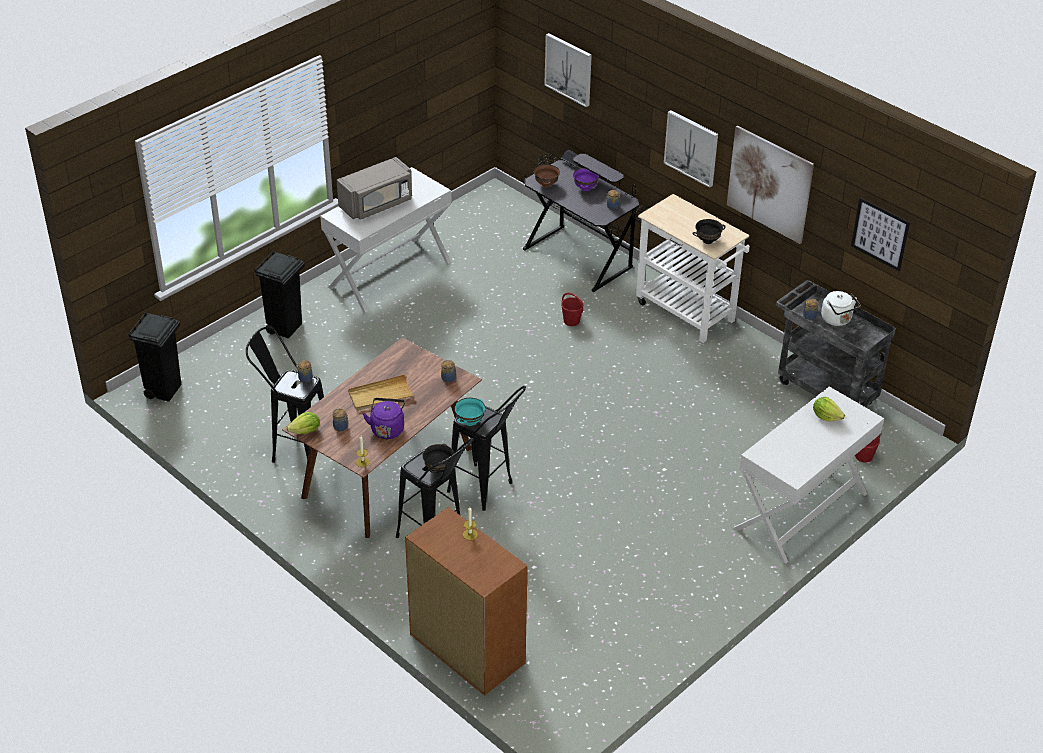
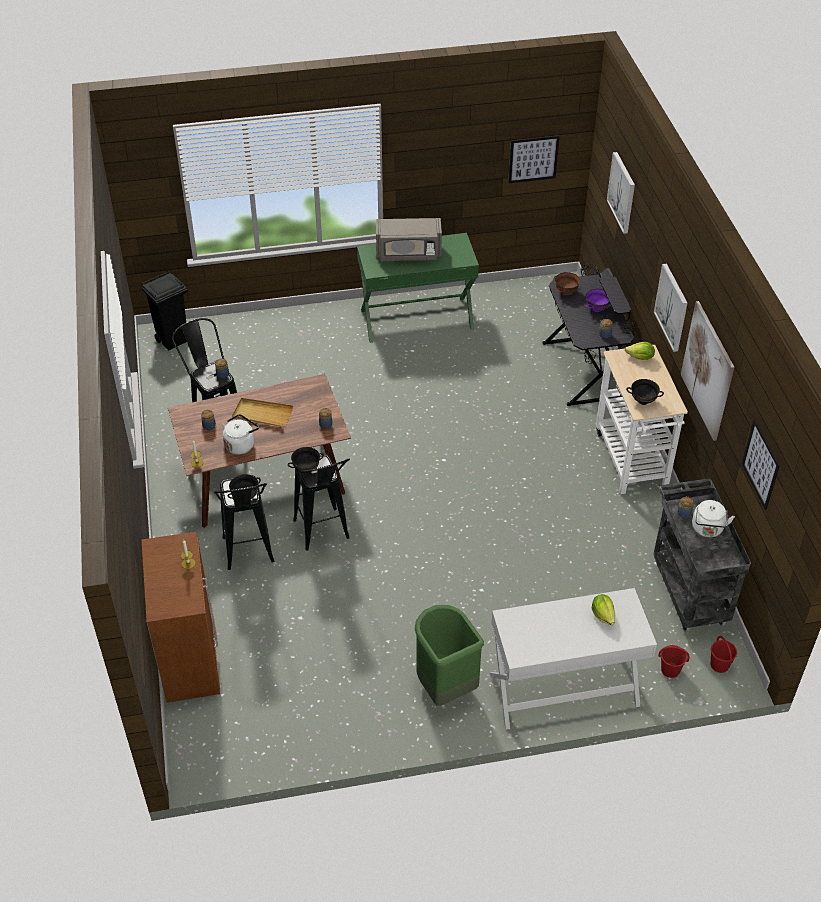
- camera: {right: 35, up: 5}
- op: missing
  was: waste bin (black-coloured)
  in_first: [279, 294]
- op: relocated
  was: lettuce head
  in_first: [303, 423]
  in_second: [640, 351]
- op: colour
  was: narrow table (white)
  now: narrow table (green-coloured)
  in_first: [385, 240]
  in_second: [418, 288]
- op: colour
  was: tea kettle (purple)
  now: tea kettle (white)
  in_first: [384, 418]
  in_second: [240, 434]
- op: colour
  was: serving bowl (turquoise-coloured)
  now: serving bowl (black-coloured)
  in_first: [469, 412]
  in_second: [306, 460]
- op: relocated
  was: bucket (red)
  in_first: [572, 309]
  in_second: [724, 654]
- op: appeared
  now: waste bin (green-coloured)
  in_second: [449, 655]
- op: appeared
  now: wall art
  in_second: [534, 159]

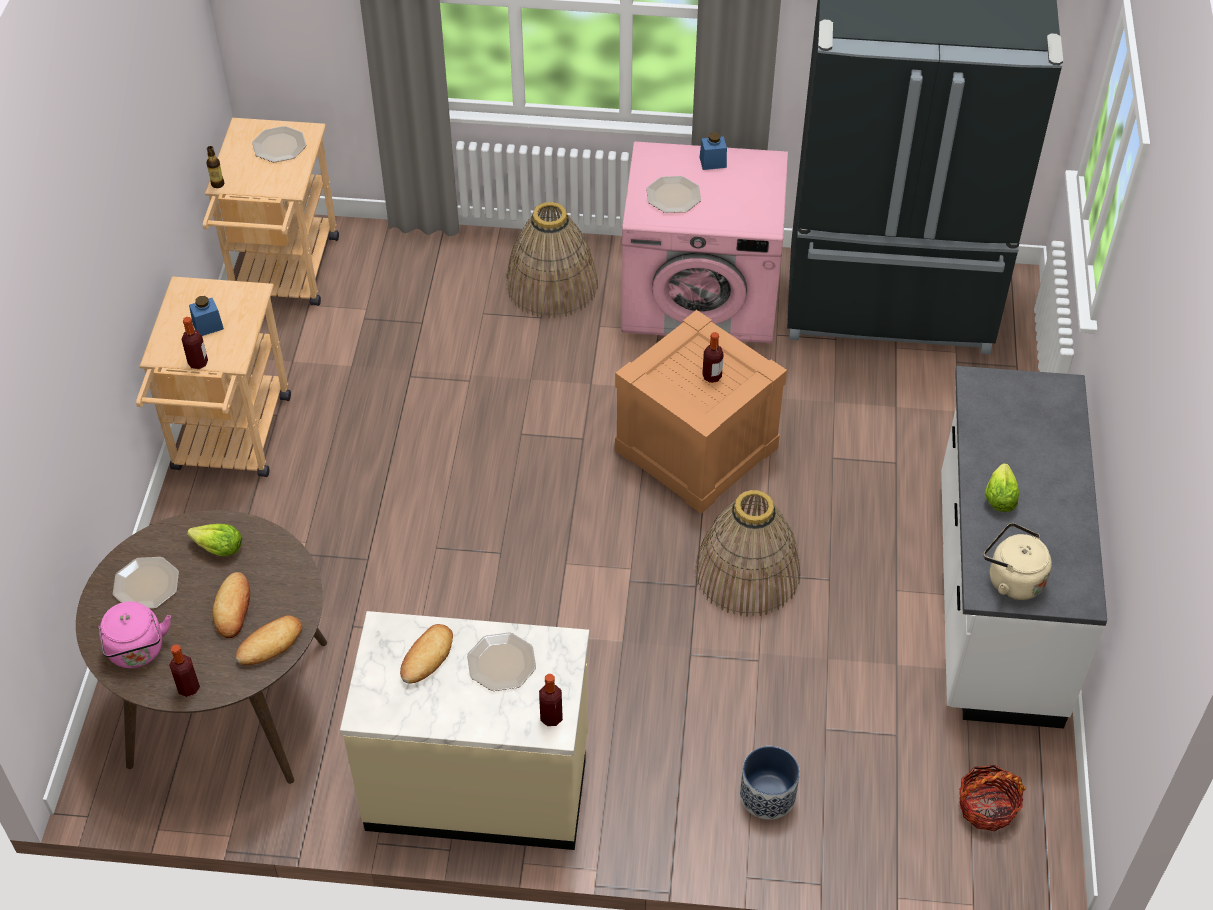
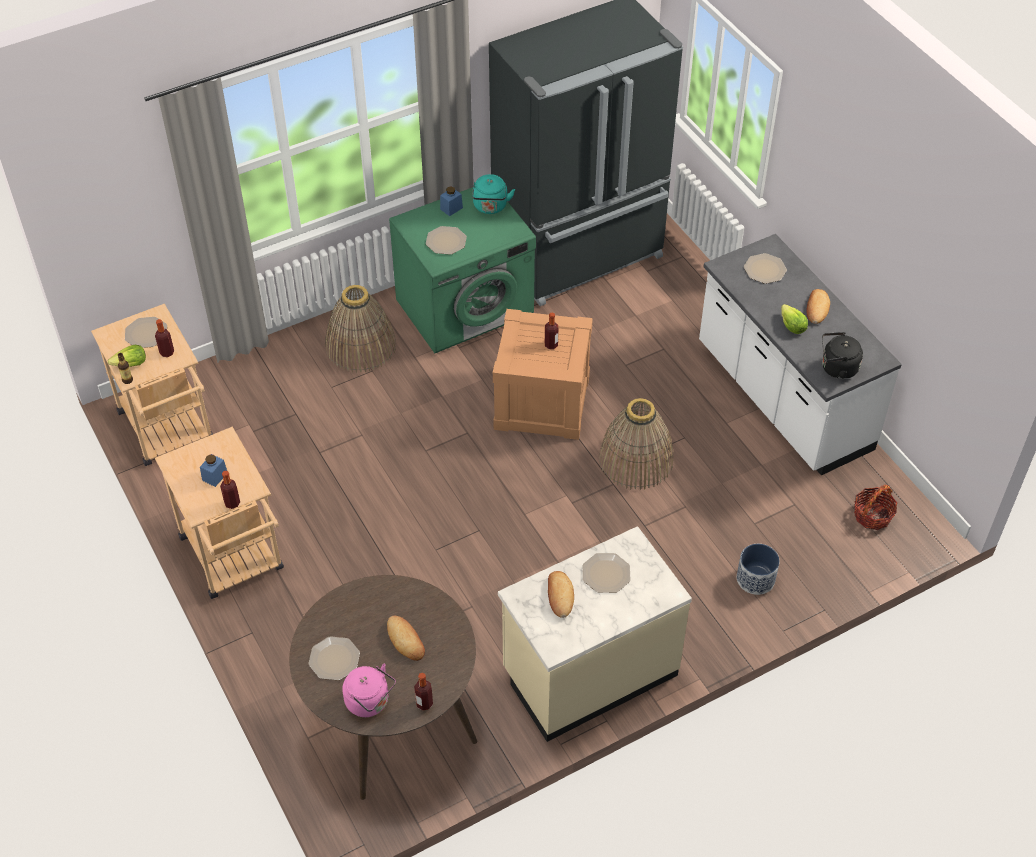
- camera: {right: -35, up: 0}
- op: relocated
  was: lettuce head
  in_first: [214, 540]
  in_second: [127, 356]
- op: relocated
  was: bakery bread
  in_first: [268, 640]
  in_second: [818, 306]
- op: relocated
  was: beverage bottle
  in_first: [551, 700]
  in_second: [164, 338]
- op: colour
  was: washing machine (pinkish)
  now: washing machine (green-coloured)
  in_first: [705, 242]
  in_second: [462, 270]
- op: colour
  was: tea kettle (sand-coloured)
  now: tea kettle (black-coloured)
  in_first: [1018, 561]
  in_second: [842, 355]
- op: appeared
  now: tea kettle (turquoise-coloured)
  in_second: [493, 194]
- op: appeared
  now: plate
  in_second: [765, 268]

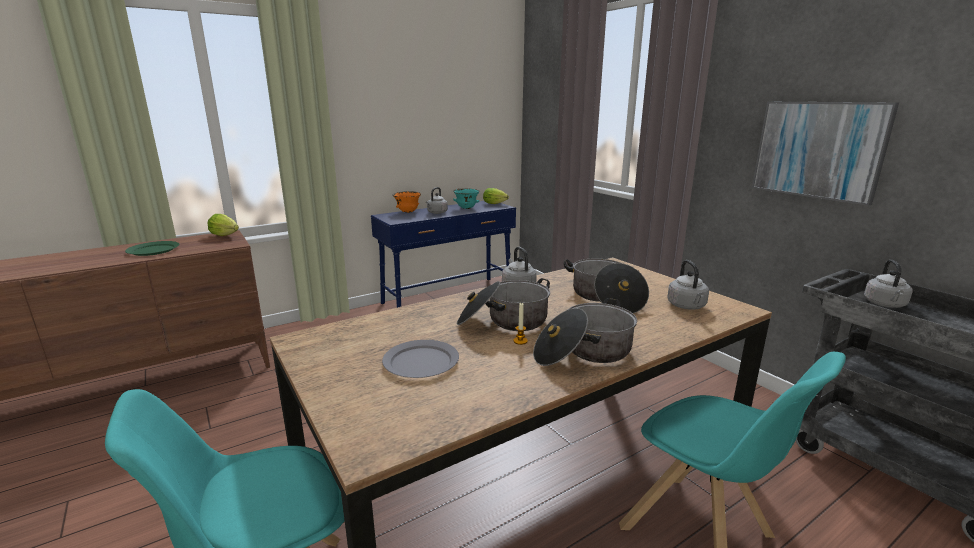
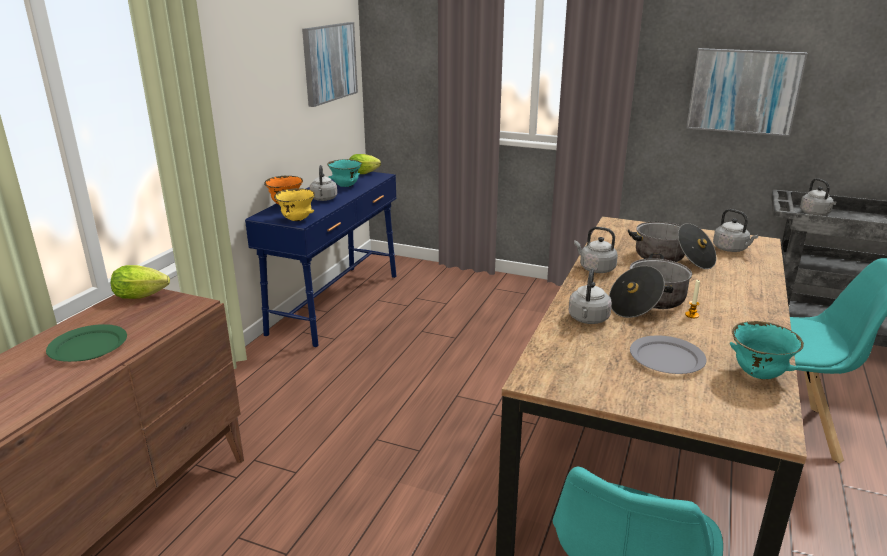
- camera: {right: -35, up: 5}
- op: missing
  was: stockpot
  in_first: [585, 332]
- op: appeared
  now: serving bowl (yellow)
  in_second: [294, 204]
- op: appeared
  now: wall art
  in_second: [330, 64]
- op: appeared
  now: tea kettle (gray)
  in_second: [590, 296]
- op: appeared
  now: serving bowl (turquoise-coloured)
  in_second: [767, 350]

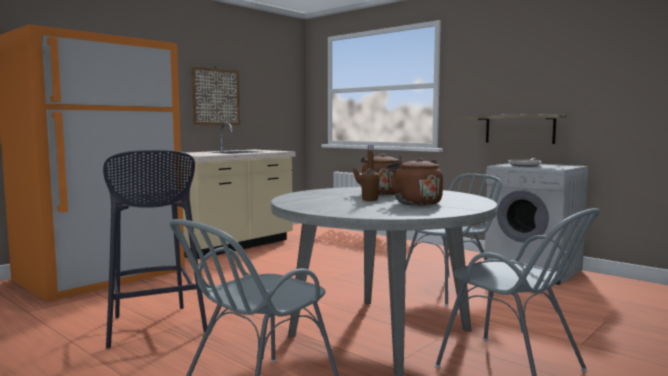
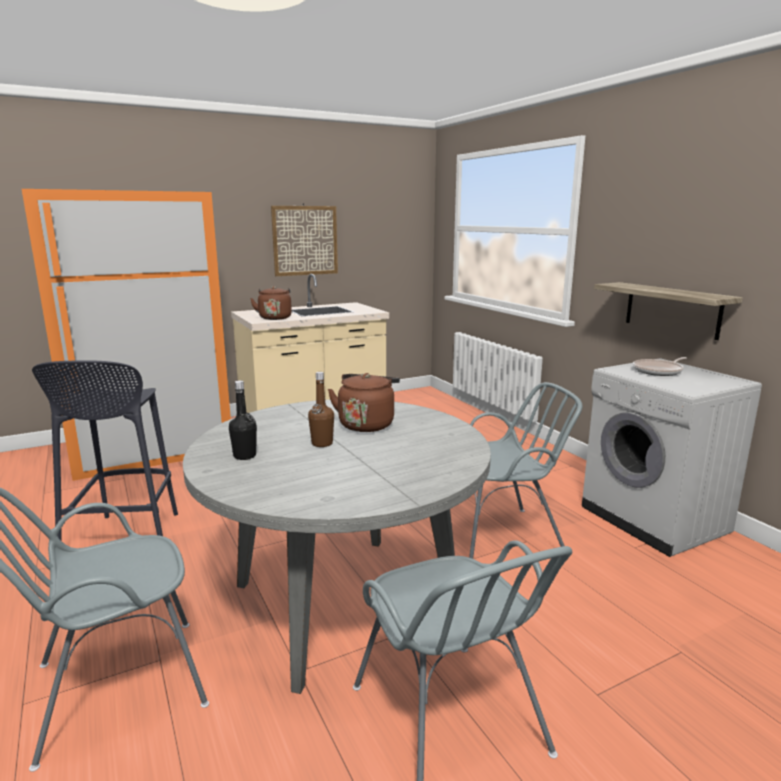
- camera: {right: 20, up: 10}
- op: relocated
  was: tea kettle (brown)
  in_first: [415, 182]
  in_second: [271, 303]
- op: appeared
  now: beverage bottle (black-coloured)
  in_second: [243, 420]

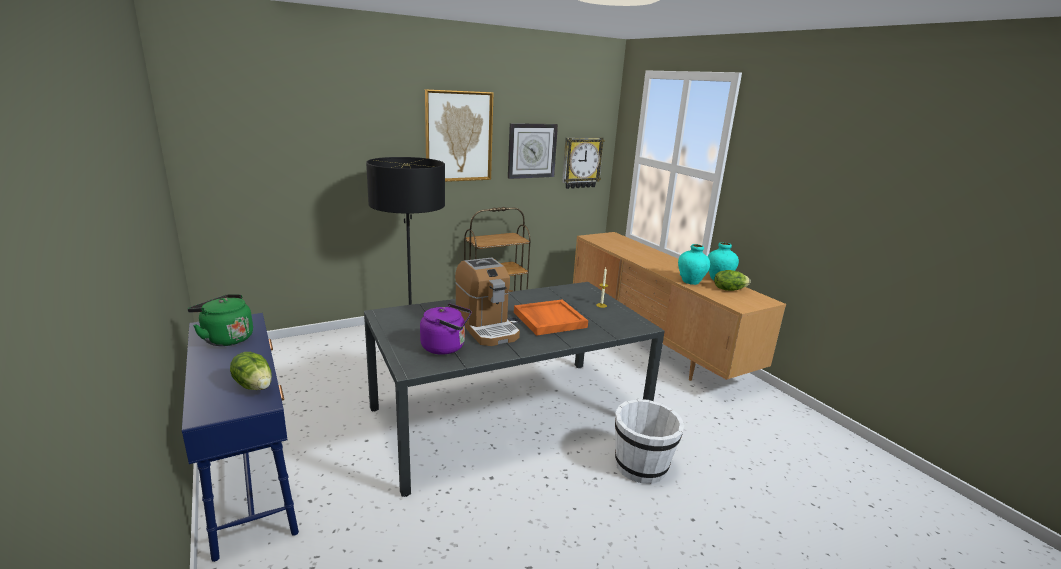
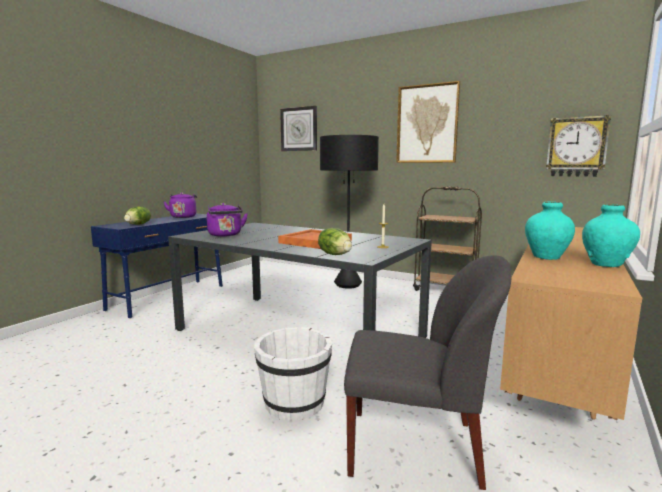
- camera: {right: 60, up: -10}
- op: colour
  was: tea kettle (green-coloured)
  now: tea kettle (purple)
  in_first: [220, 320]
  in_second: [180, 205]
- op: missing
  was: coffee maker
  in_first: [487, 302]
- op: relocated
  was: wall clock
  in_first: [533, 151]
  in_second: [298, 128]
- op: relocated
  was: lettuce head
  in_first: [732, 280]
  in_second: [335, 241]
- op: appeared
  now: chair (gray)
  in_second: [427, 372]

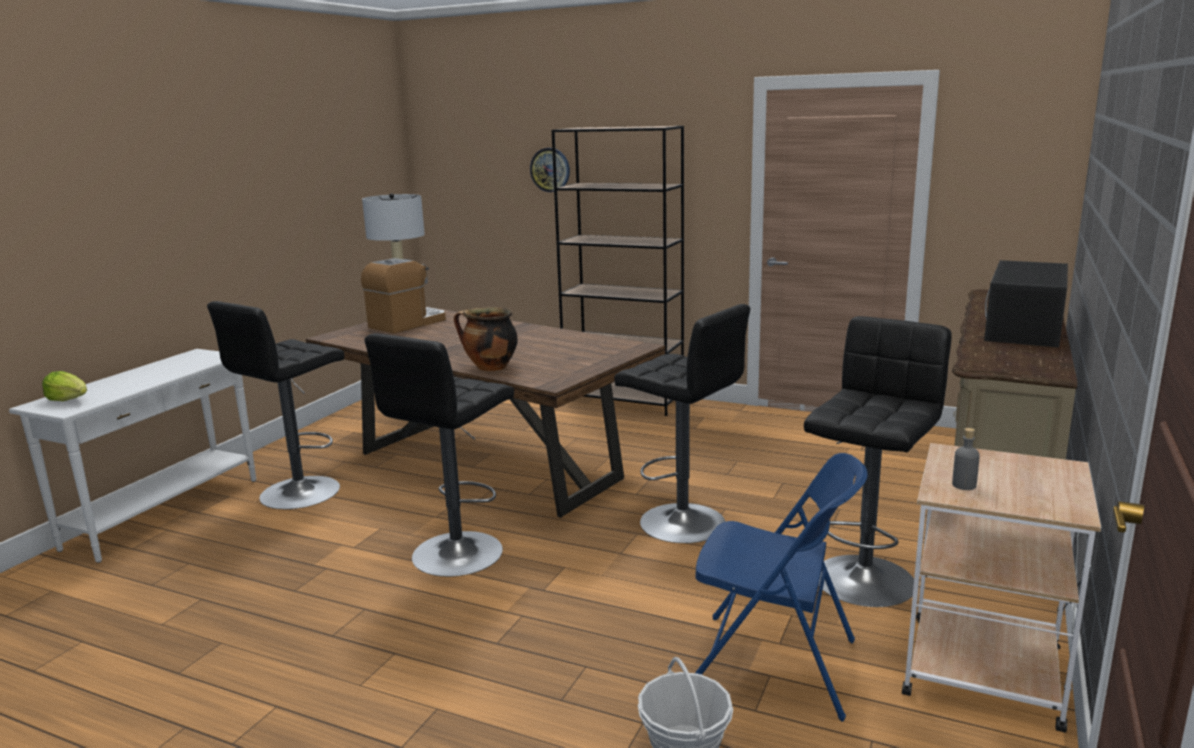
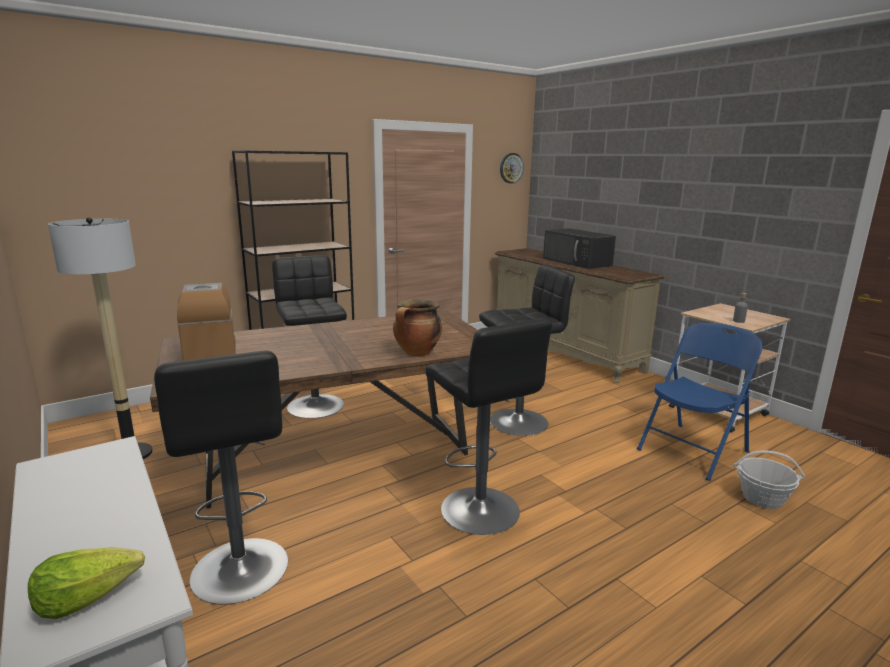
- camera: {right: -60, up: 0}
- op: relocated
  was: wall clock
  in_first: [550, 170]
  in_second: [512, 168]
- op: relocated
  was: sitting stool (black-coloured)
  in_first: [878, 461]
  in_second: [309, 336]

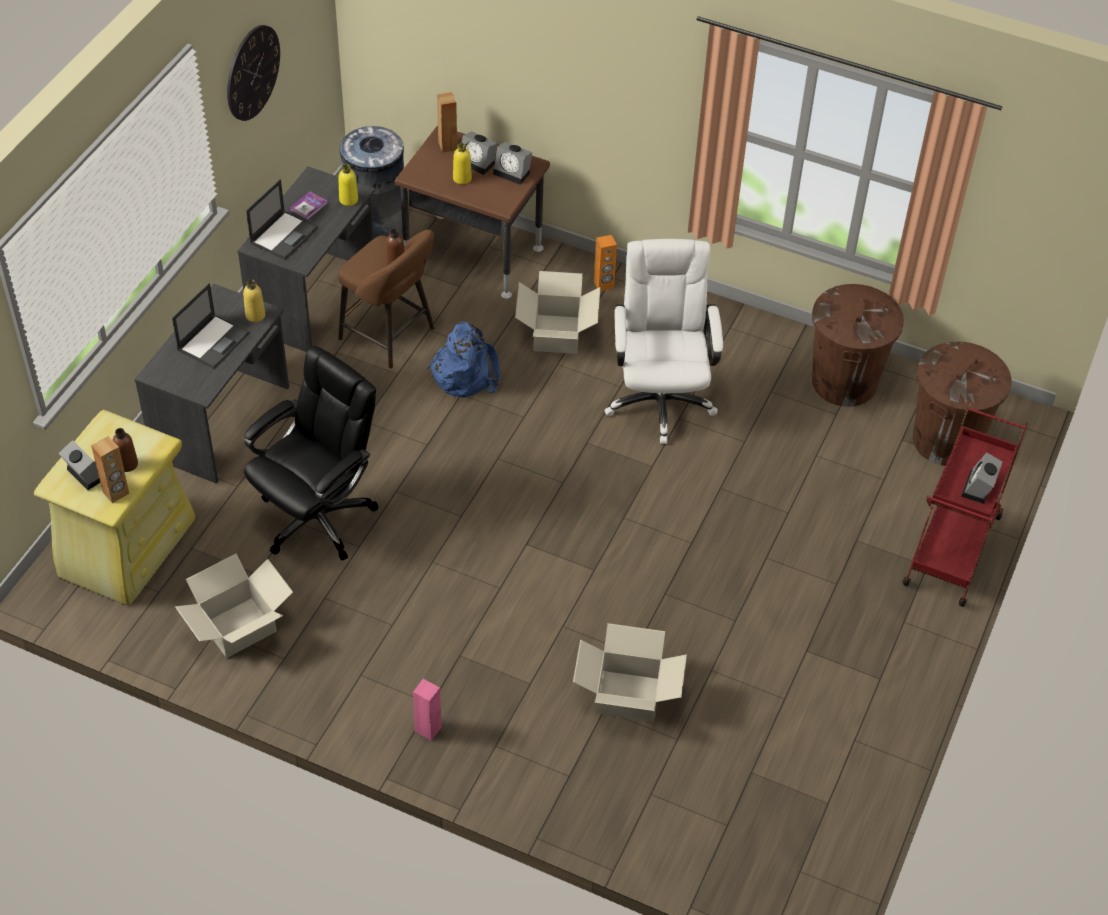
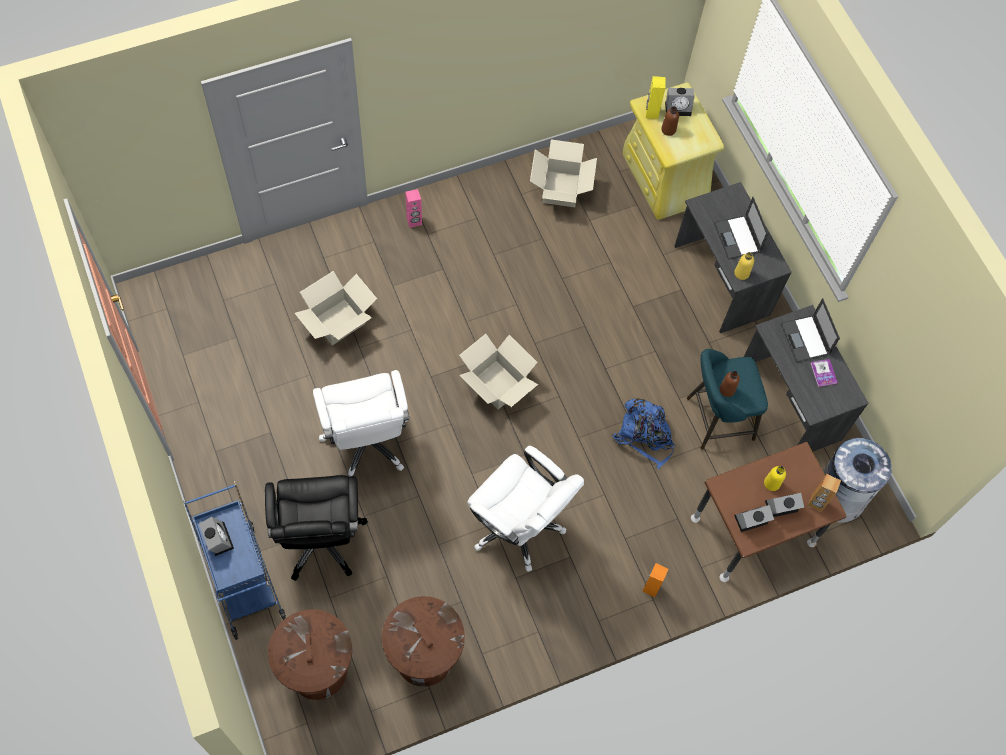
- camera: {right: 130, up: 15}
- op: colour
  was: loudspeaker (brown)
  now: loudspeaker (yellow)
  in_first: [110, 469]
  in_second: [656, 97]
- op: missing
  was: wall clock
  in_first: [253, 73]
- op: relocated
  was: desk chair (black-coloured)
  in_first: [311, 453]
  in_second: [316, 527]
- op: missing
  was: beverage bottle (yellow)
  in_first: [348, 185]
- op: colour
  was: sitting stool (brown)
  now: sitting stool (turquoise-coloured)
  in_first: [386, 298]
  in_second: [727, 399]
- op: relocated
  was: carton
  in_first: [557, 312]
  in_second: [498, 372]
- op: colour
  was: cart (red)
  now: cart (blue-coloured)
  in_first: [965, 505]
  in_second: [234, 560]
- op: appeared
  now: desk chair (white)
  in_second: [361, 423]

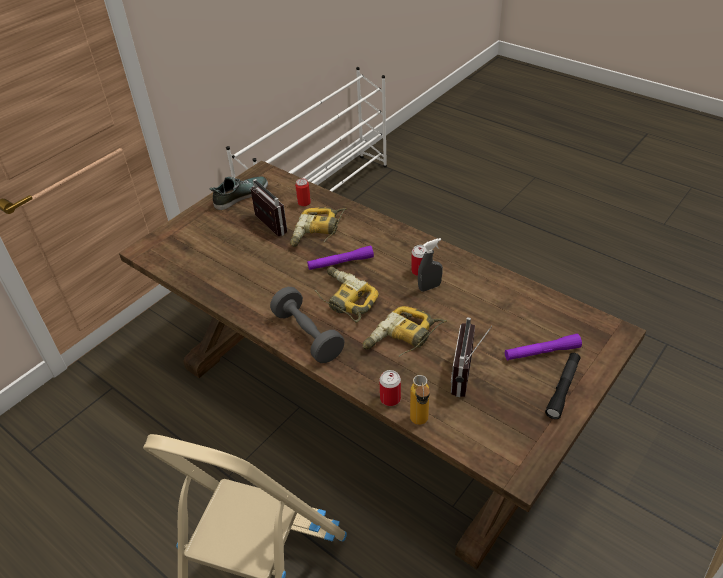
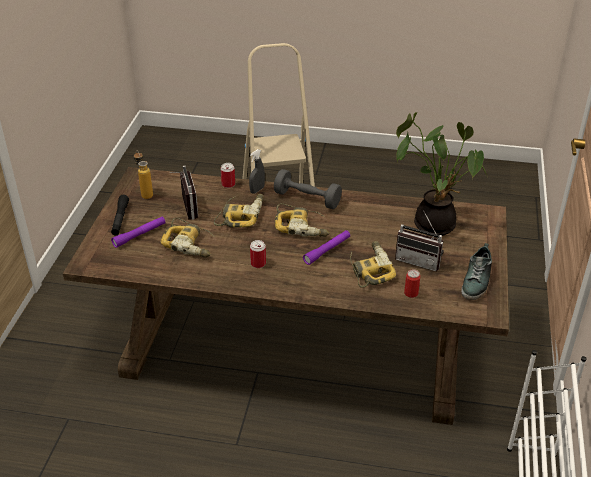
- camera: {right: 150, up: -5}
- op: relocated
  was: beverage bottle
  in_first: [420, 400]
  in_second: [143, 174]
- op: relocated
  was: hand sprayer (gray)
  in_first: [430, 264]
  in_second: [257, 171]
- op: appeared
  now: electric drill
  in_second: [188, 237]
- op: appeared
  now: potted plant
  in_second: [441, 174]

